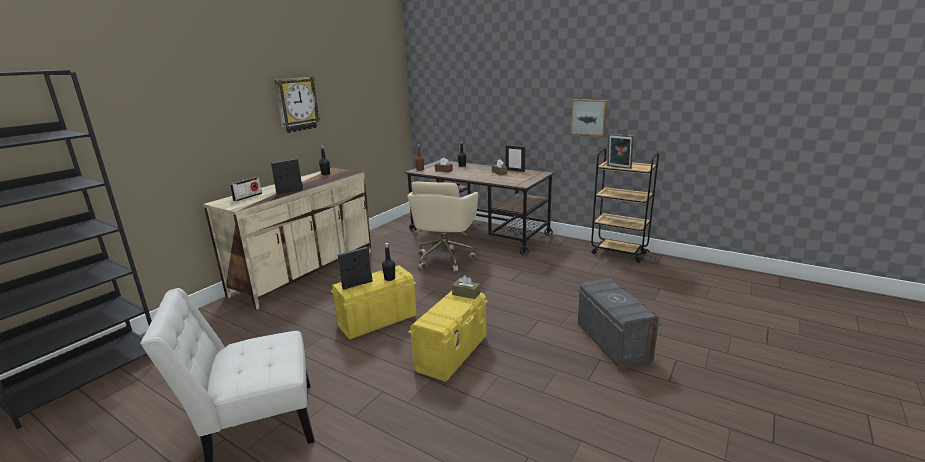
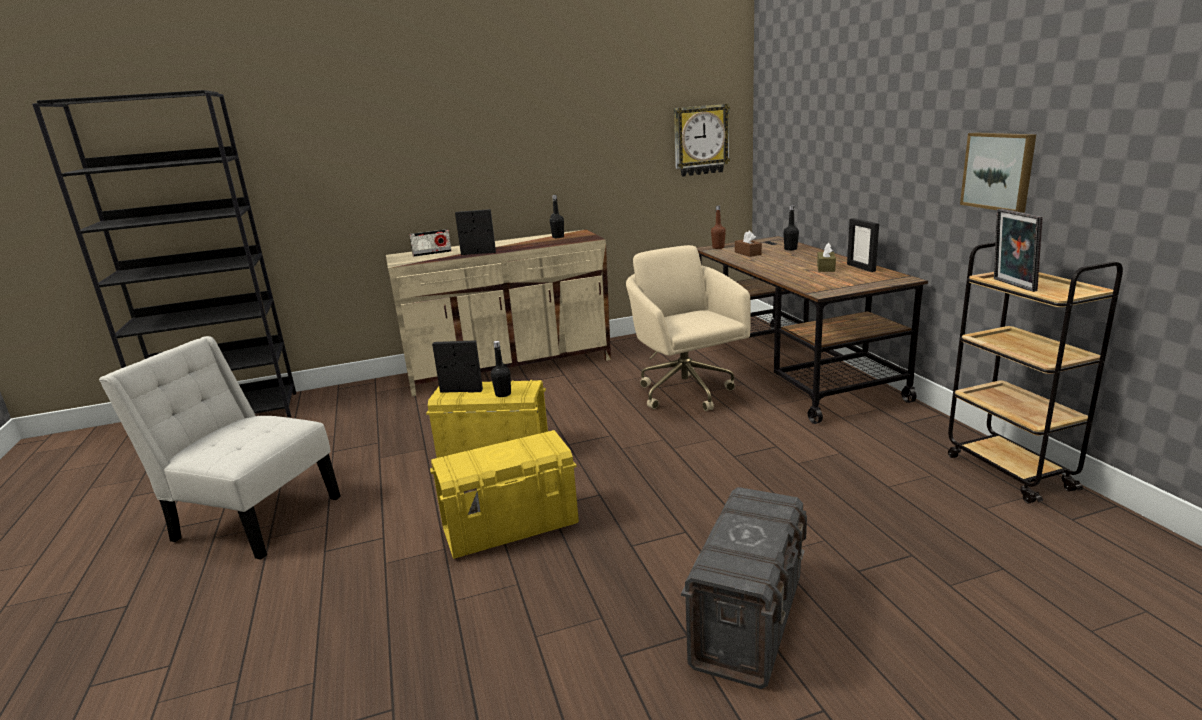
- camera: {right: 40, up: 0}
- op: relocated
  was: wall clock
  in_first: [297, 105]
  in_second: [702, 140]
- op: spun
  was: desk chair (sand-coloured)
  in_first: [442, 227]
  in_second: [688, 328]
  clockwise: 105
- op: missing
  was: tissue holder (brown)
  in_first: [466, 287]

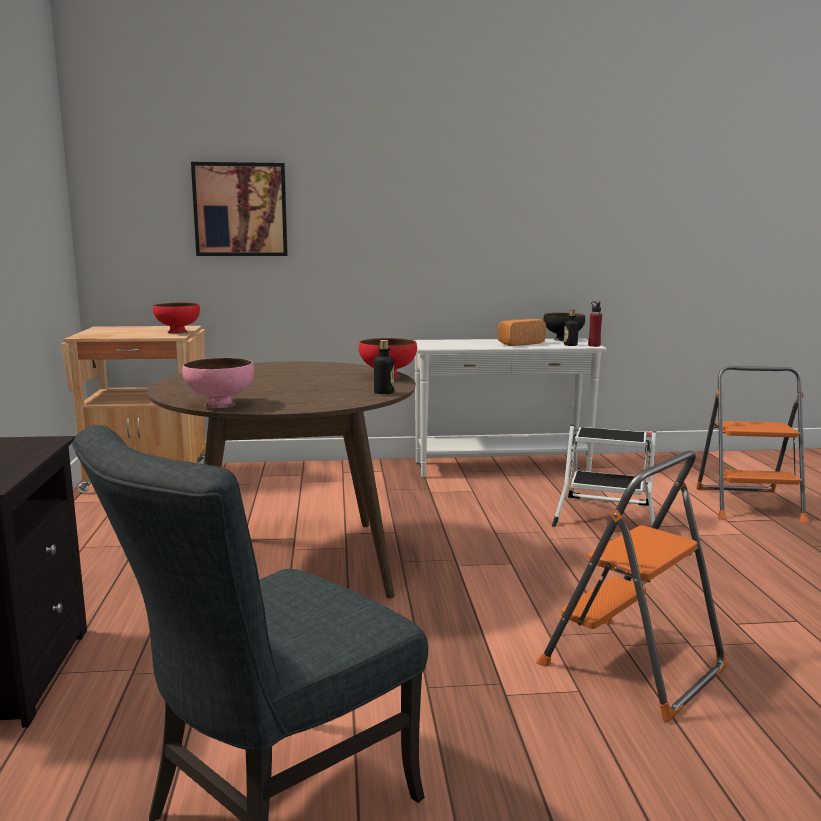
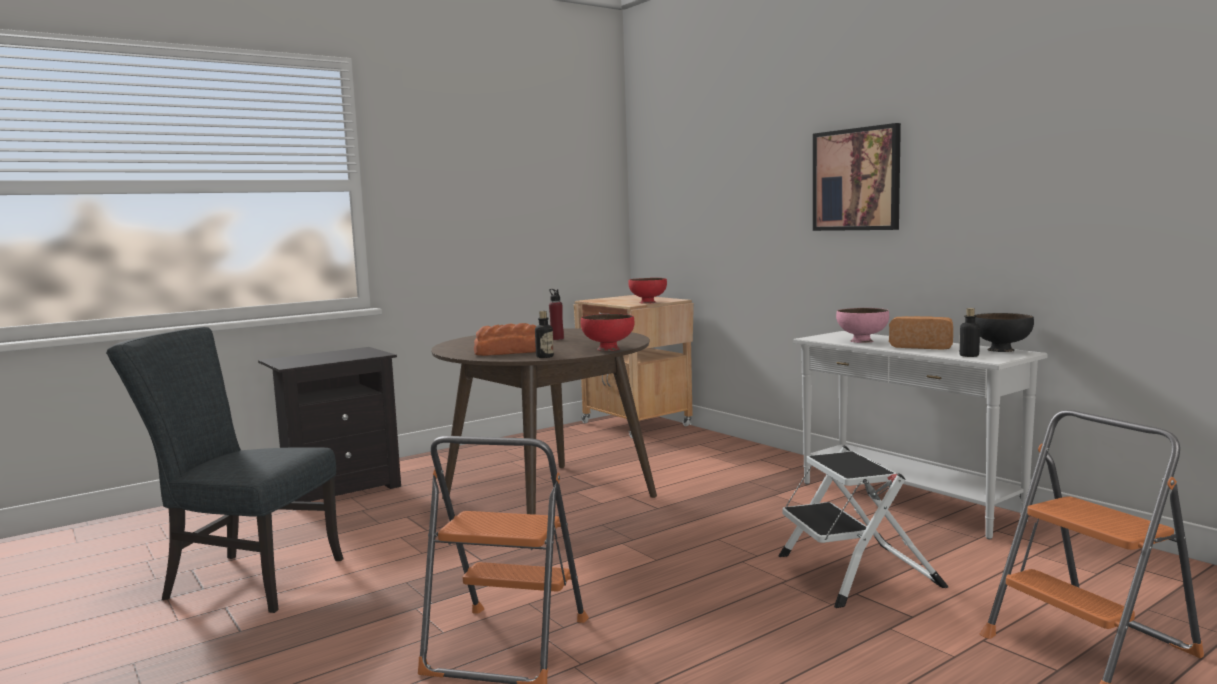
- camera: {right: 60, up: -5}
- op: relocated
  was: serving bowl (pinkish)
  in_first: [218, 383]
  in_second: [862, 325]
- op: relocated
  was: wall art
  in_first: [239, 209]
  in_second: [857, 177]
- op: relocated
  was: beverage bottle (red)
  in_first: [595, 324]
  in_second: [556, 314]
- op: appeared
  now: bakery bread
  in_second: [505, 339]

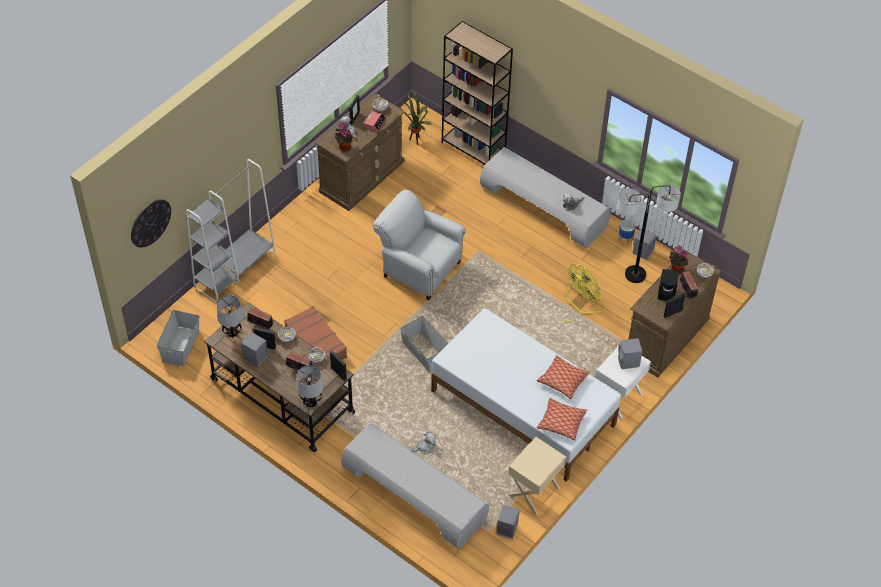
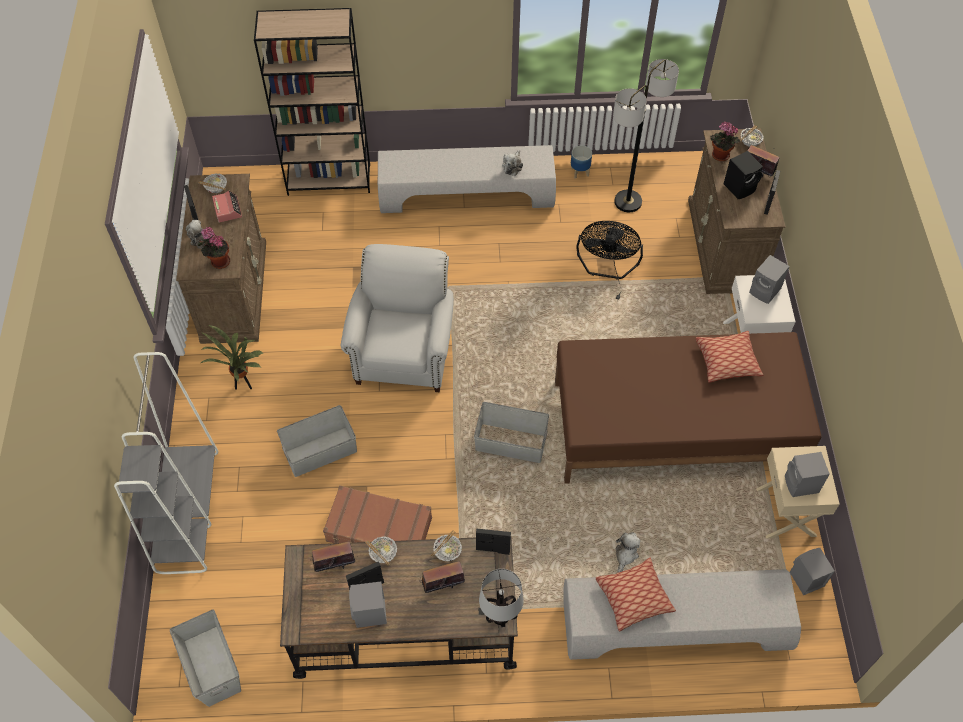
- camera: {right: -40, up: 5}
- op: missing
  was: wall clock
  in_first: [151, 223]
- op: missing
  was: table lamp
  in_first: [230, 316]
- op: spun
  was: lounge chair (white)
  in_first: [419, 245]
  in_second: [397, 318]
  clockwise: 105
- op: relocated
  was: potted plant
  in_first: [414, 118]
  in_second: [232, 357]
- op: colour
  was: sleeping bed (white)
  now: sleeping bed (brown)
  in_first: [526, 395]
  in_second: [688, 408]
- op: relocated
  was: pillow
  in_first: [562, 419]
  in_second: [636, 595]
- op: colour
  was: fan (yellow)
  now: fan (black-coloured)
  in_first: [585, 293]
  in_second: [609, 260]
- op: relocated
  was: loudspeaker (gray)
  in_first: [644, 244]
  in_second: [807, 474]
- op: appeared
  now: storage bin (gray)
  in_second: [317, 441]

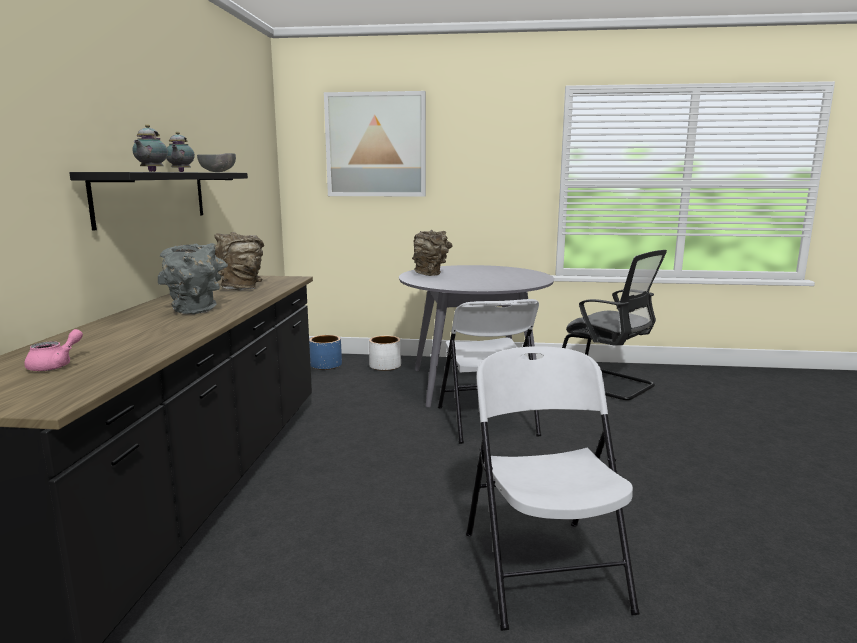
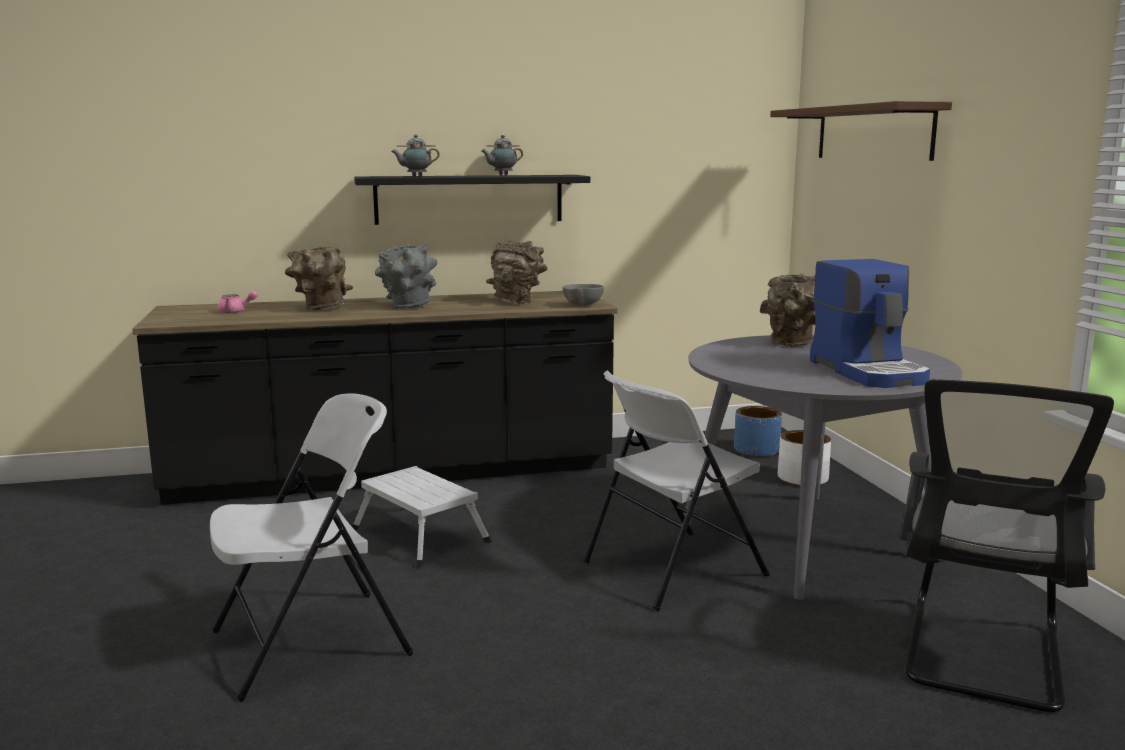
- camera: {right: 70, up: 0}
- op: relocated
  was: serving bowl (gray)
  in_first: [216, 162]
  in_second: [583, 295]
- op: exchanged
  was: wall art
  now: bracket shelf (brown)
  in_first: [375, 144]
  in_second: [861, 131]
- op: appeared
  now: flower vase (brown)
  in_second: [319, 278]
- op: appeared
  now: step stool (white)
  in_second: [422, 517]
- op: appeared
  now: coffee maker
  in_second: [870, 323]

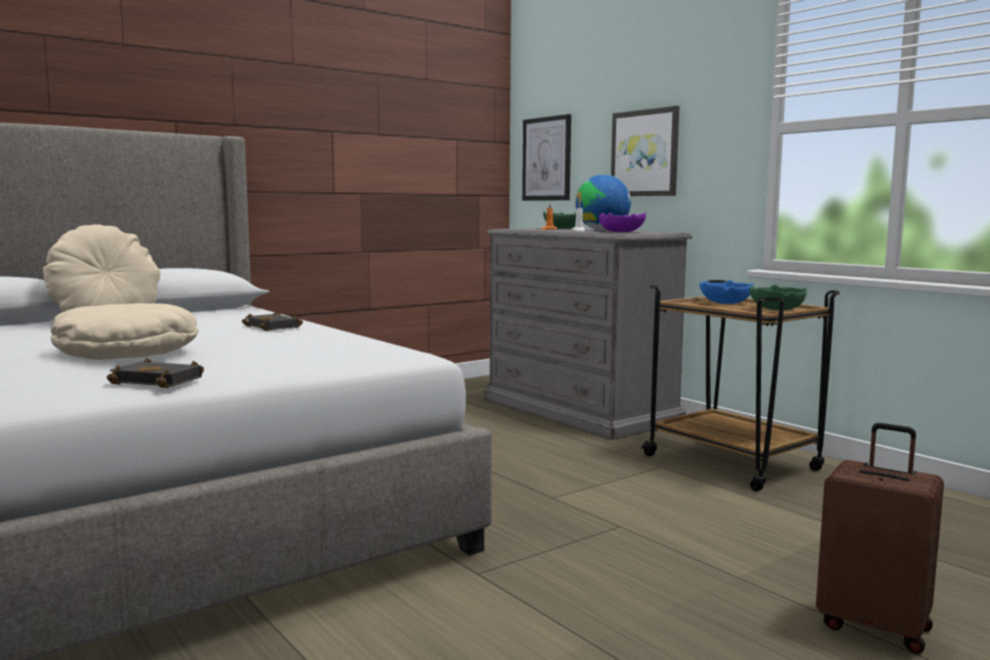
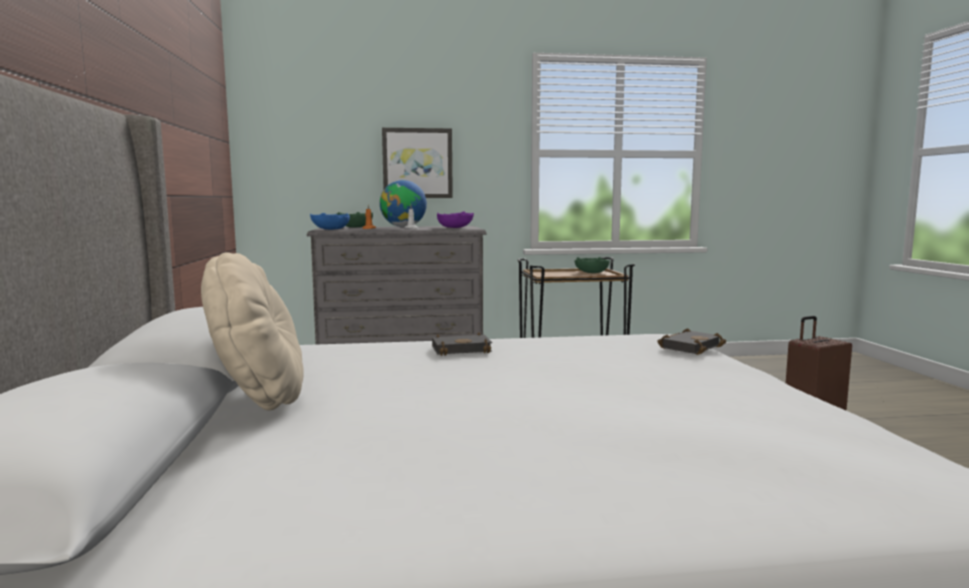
- camera: {right: -60, up: 0}
- op: missing
  was: pillow (sand-coloured)
  in_first: [124, 331]
- op: relocated
  was: book (black-coloured)
  in_first: [155, 373]
  in_second: [691, 341]
- op: missing
  was: wall art
  in_first: [546, 157]
- op: relocated
  was: serving bowl (blue-coloured)
  in_first: [726, 292]
  in_second: [330, 221]

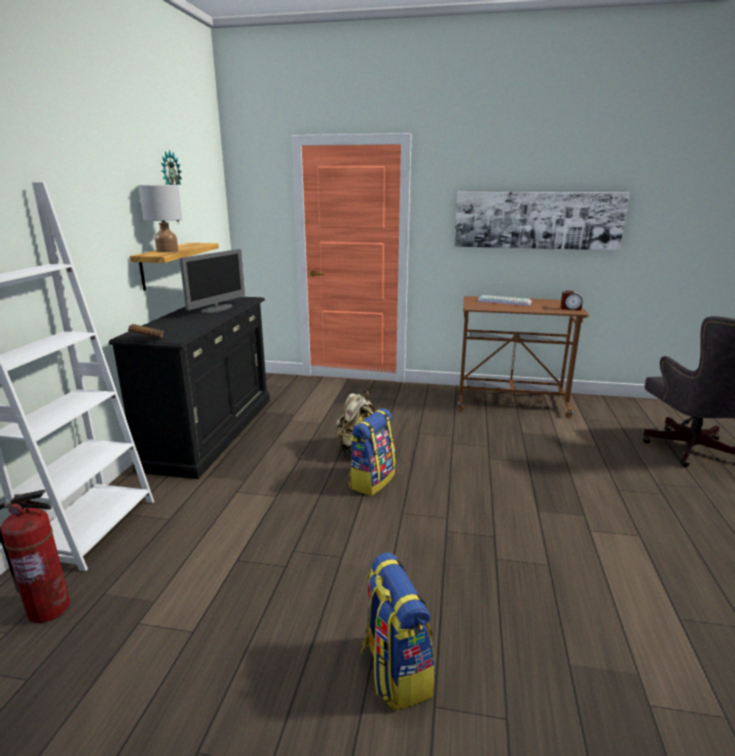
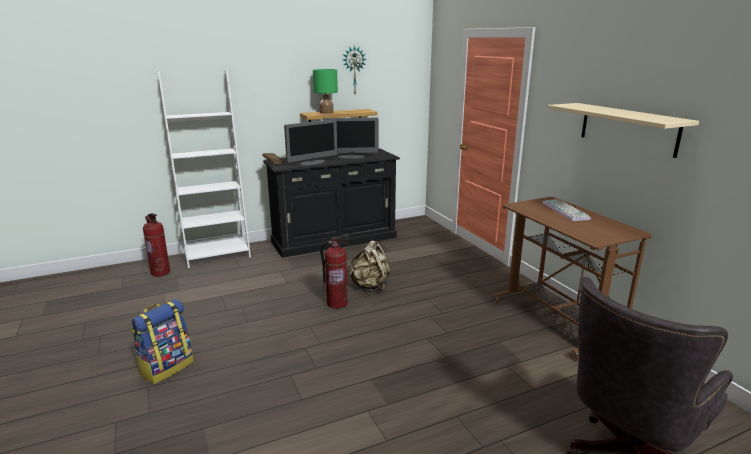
- camera: {right: 55, up: 0}
- op: colour
  was: table lamp (gray)
  now: table lamp (green-coloured)
  in_first: [160, 218]
  in_second: [325, 91]
- op: exchanged
  was: backpack
  now: fire-fighting cylinder
  in_first: [372, 452]
  in_second: [335, 272]
- op: exchanged
  was: wall art
  now: bracket shelf (sand-coloured)
  in_first: [541, 221]
  in_second: [623, 130]
- op: missing
  was: table clock
  in_first: [571, 301]
- op: appeared
  now: computer display
  in_second: [311, 142]

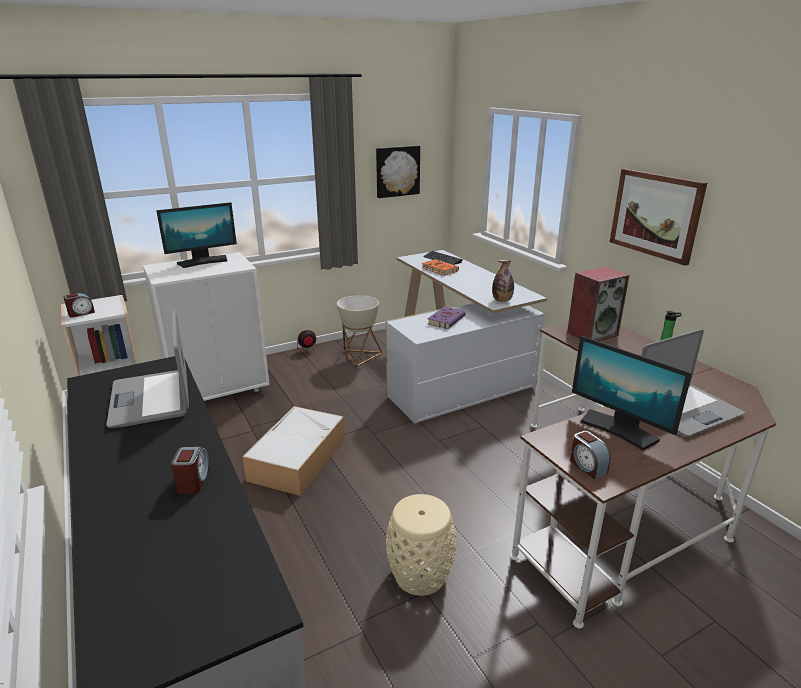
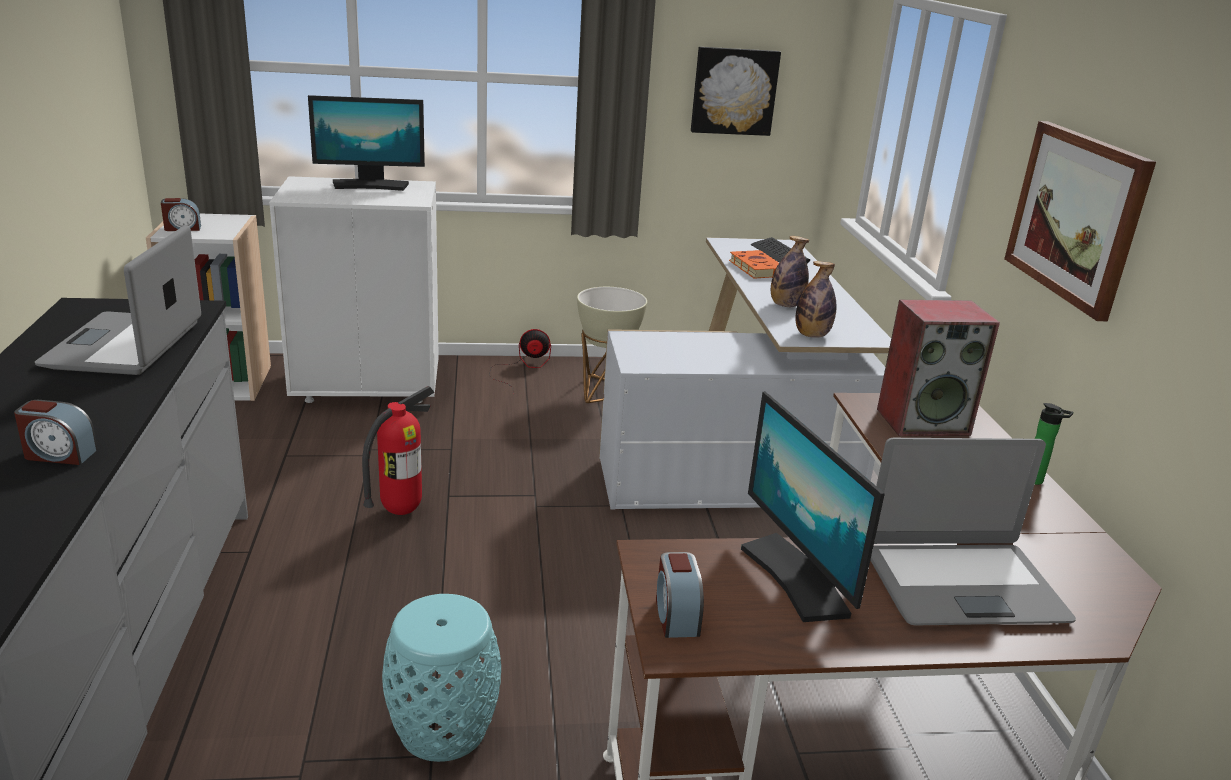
- camera: {right: 20, up: 0}
- op: spun
  was: table clock
  in_first: [190, 470]
  in_second: [56, 432]
  clockwise: 75
- op: exchanged
  was: storage bin
  now: fire-fighting cylinder
  in_first: [294, 451]
  in_second: [398, 450]
- op: colour
  was: sitting stool (sand-coloured)
  now: sitting stool (turquoise-coloured)
  in_first: [421, 545]
  in_second: [441, 678]
- op: missing
  was: book (purple)
  in_first: [447, 318]
- op: appeared
  now: beverage bottle
  in_second: [790, 271]

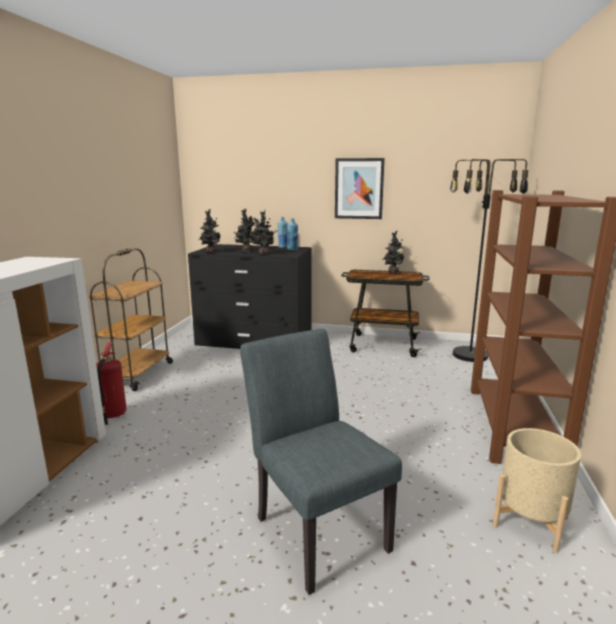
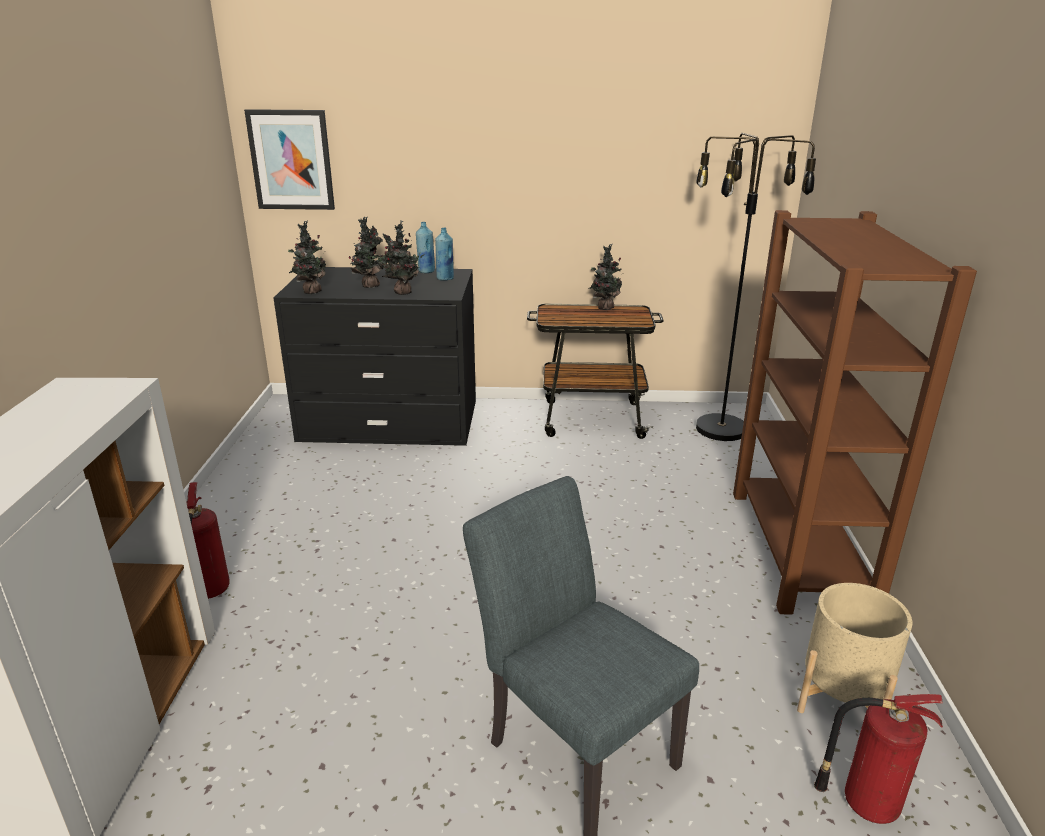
- camera: {right: -10, up: 10}
- op: missing
  was: cart (brown)
  in_first: [131, 319]
- op: relocated
  was: wall art
  in_first: [360, 188]
  in_second: [289, 159]
- op: appeared
  now: fire-fighting cylinder
  in_second: [878, 759]

